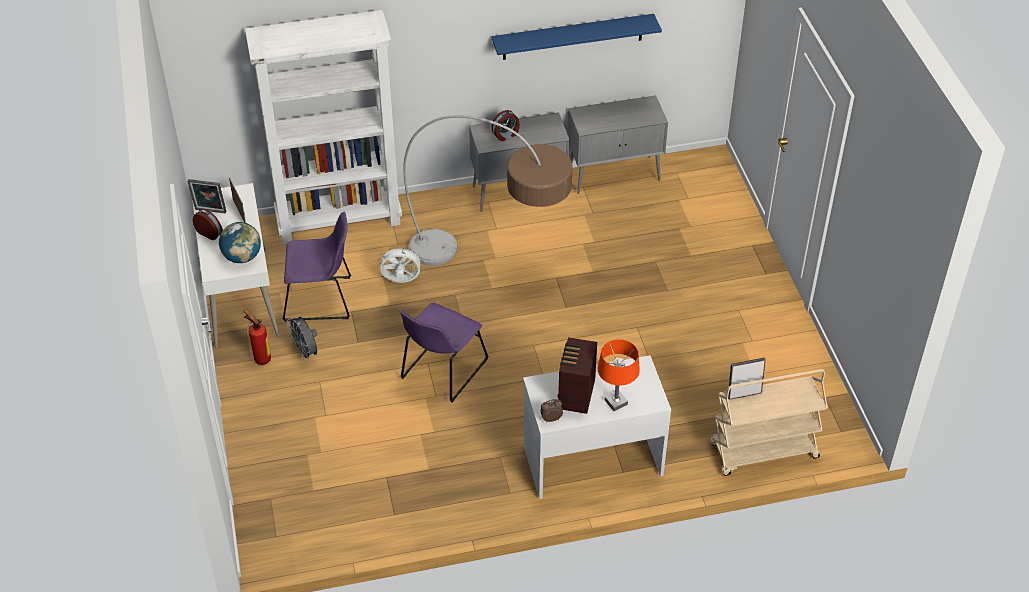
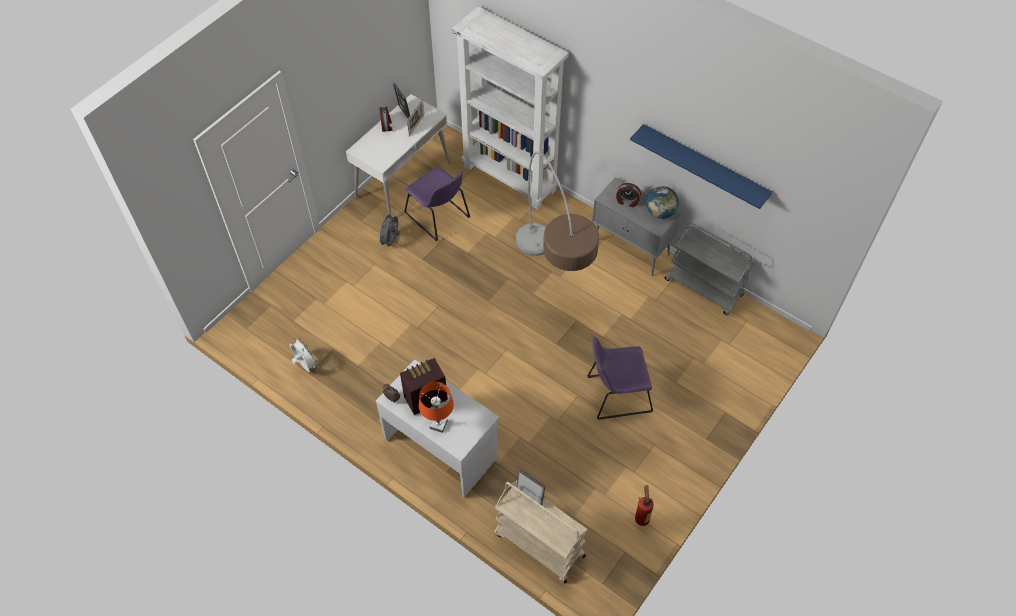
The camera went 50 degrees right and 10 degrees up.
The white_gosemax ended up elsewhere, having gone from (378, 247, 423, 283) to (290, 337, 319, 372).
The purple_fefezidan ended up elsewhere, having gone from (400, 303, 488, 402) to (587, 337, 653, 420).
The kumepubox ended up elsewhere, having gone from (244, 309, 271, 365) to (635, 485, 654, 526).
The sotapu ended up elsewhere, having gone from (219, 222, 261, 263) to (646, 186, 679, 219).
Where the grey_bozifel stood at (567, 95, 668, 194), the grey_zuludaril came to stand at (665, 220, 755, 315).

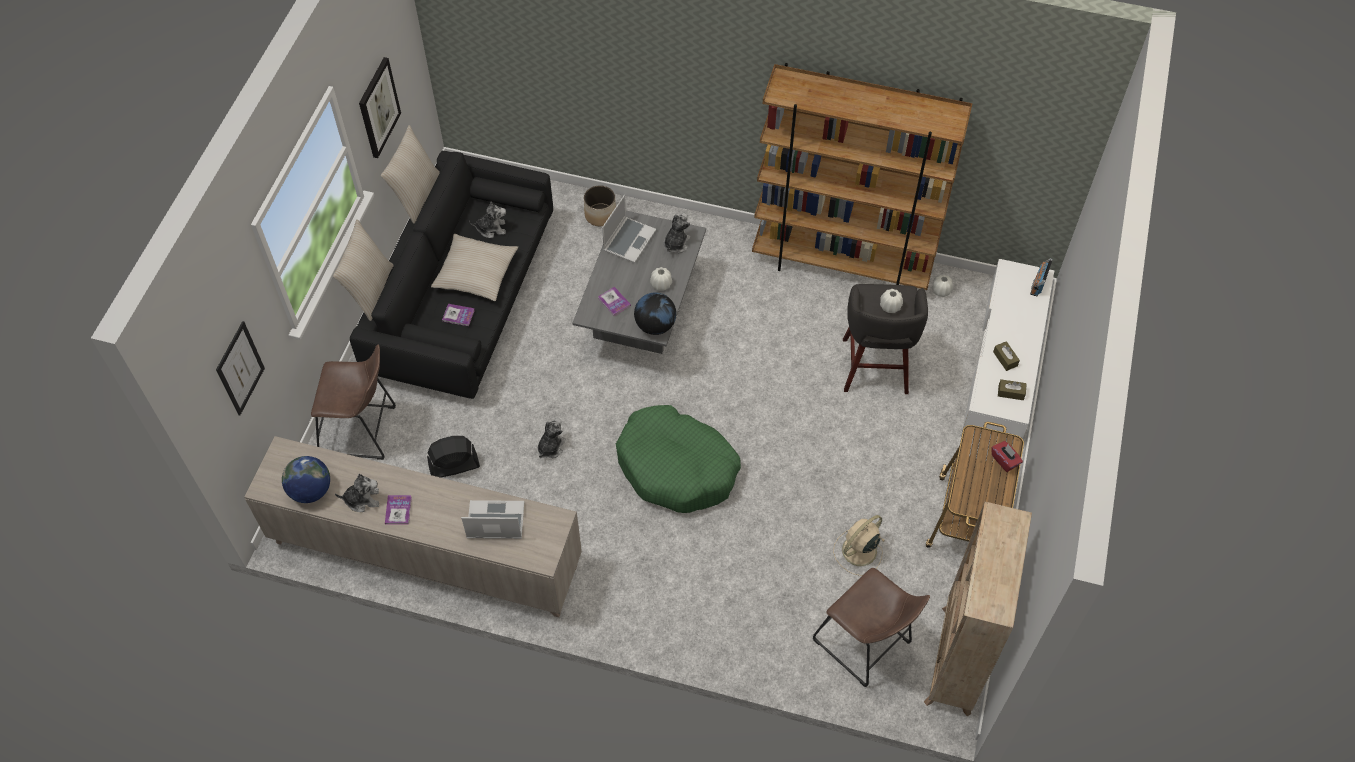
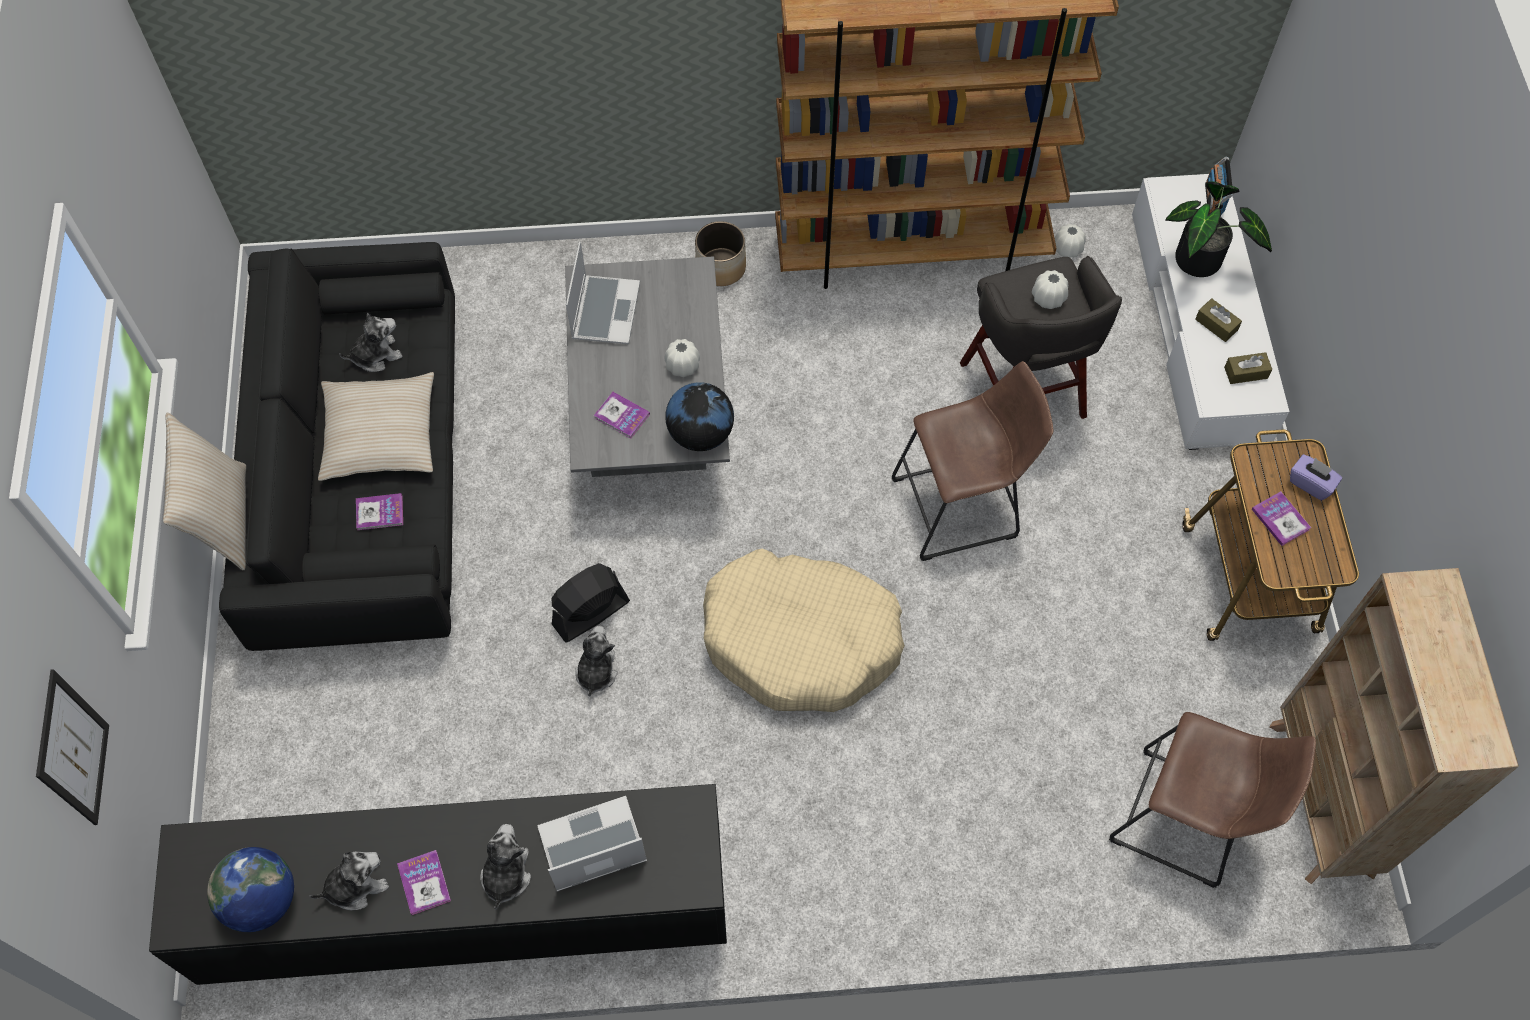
The camera went 20 degrees left and 5 degrees up.
What was the beige_bozifel at (244, 436, 582, 617) turned into the black_bozifel at (149, 784, 727, 985).
The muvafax ended up elsewhere, having gone from (663, 213, 690, 253) to (480, 824, 531, 909).
The black_gosemax ended up elsewhere, having gone from (427, 436, 480, 478) to (552, 563, 630, 643).
The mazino ended up elsewhere, having gone from (584, 185, 616, 226) to (695, 221, 746, 286).
What was the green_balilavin at (616, 405, 741, 513) turned into the beige_balilavin at (703, 549, 905, 712).
The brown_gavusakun ended up elsewhere, having gone from (311, 345, 396, 460) to (892, 361, 1053, 561).
The second view gained the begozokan at (1165, 181, 1272, 277).
The second view gained the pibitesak at (1252, 491, 1311, 546).
What was the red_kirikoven at (992, 441, 1023, 472) turned into the purple_kirikoven at (1290, 454, 1342, 501).
The second view lost the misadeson at (359, 57, 401, 158).
The second view lost the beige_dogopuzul at (381, 125, 440, 224).
The second view lost the beige_gosemax at (833, 515, 885, 576).

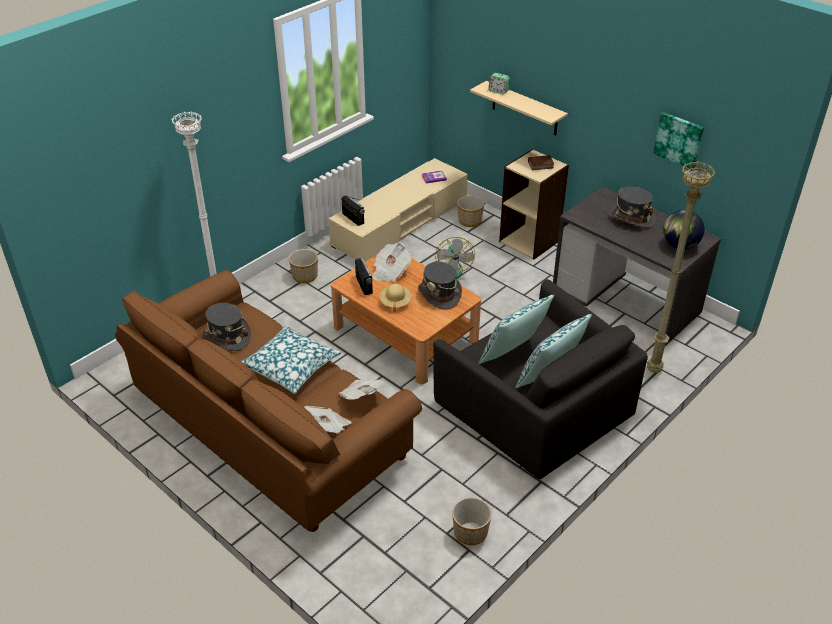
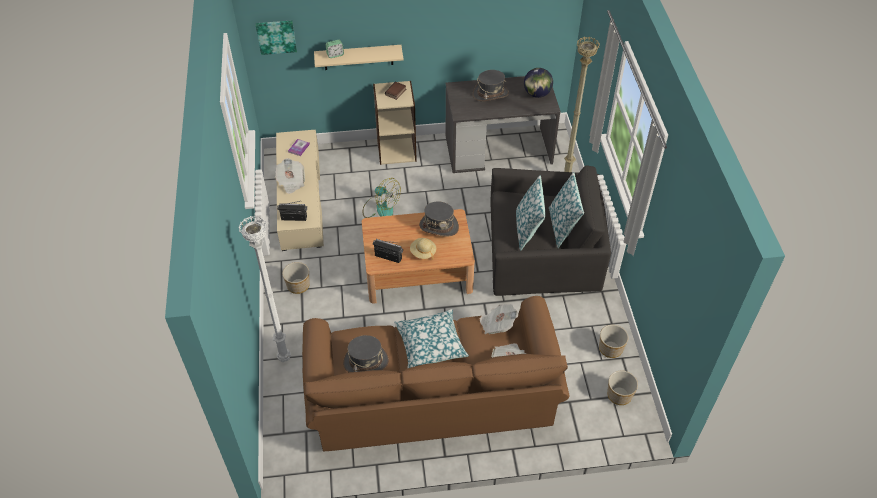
The camera went 50 degrees left and 10 degrees up.
The misadeson ended up elsewhere, having gone from (653, 112, 704, 168) to (256, 21, 297, 55).
The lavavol ended up elsewhere, having gone from (373, 243, 412, 282) to (275, 158, 305, 194).
The mazino ended up elsewhere, having gone from (457, 195, 484, 227) to (607, 371, 638, 405).

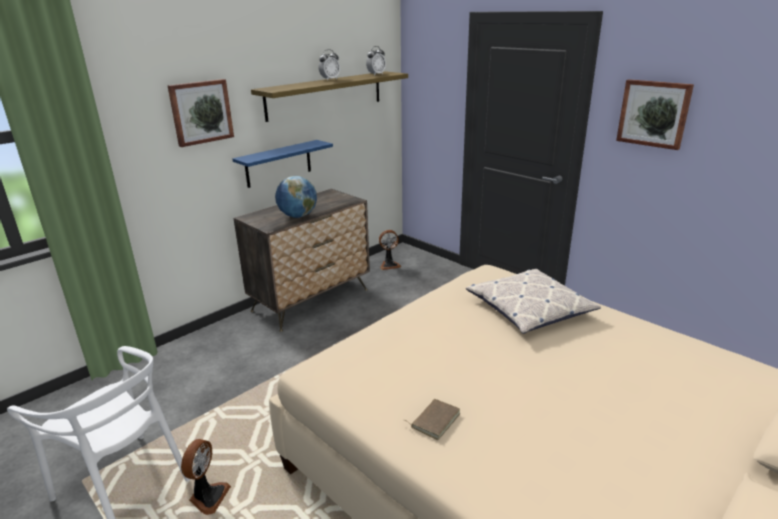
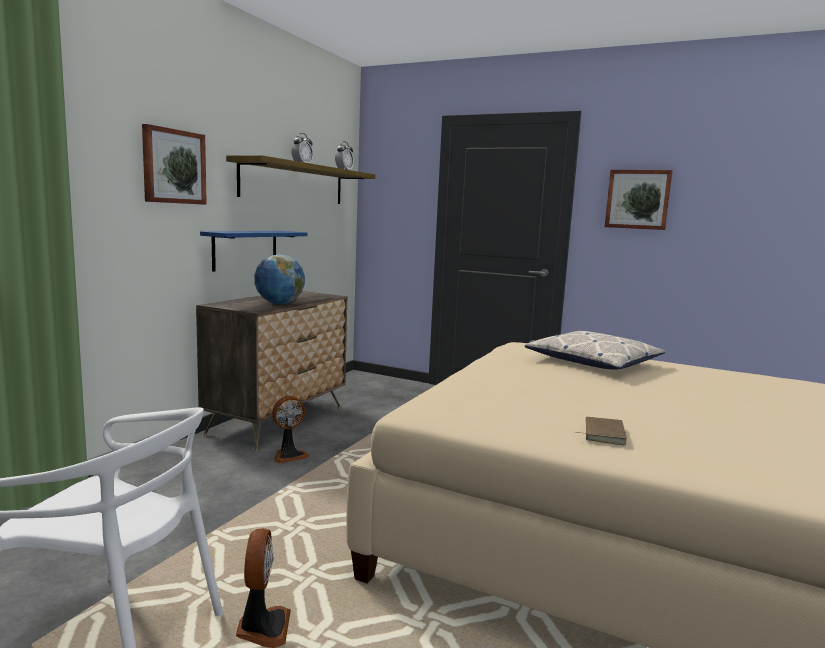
The camera went 20 degrees left and 15 degrees down.
The gosemax ended up elsewhere, having gone from (379, 230, 401, 270) to (272, 396, 309, 464).

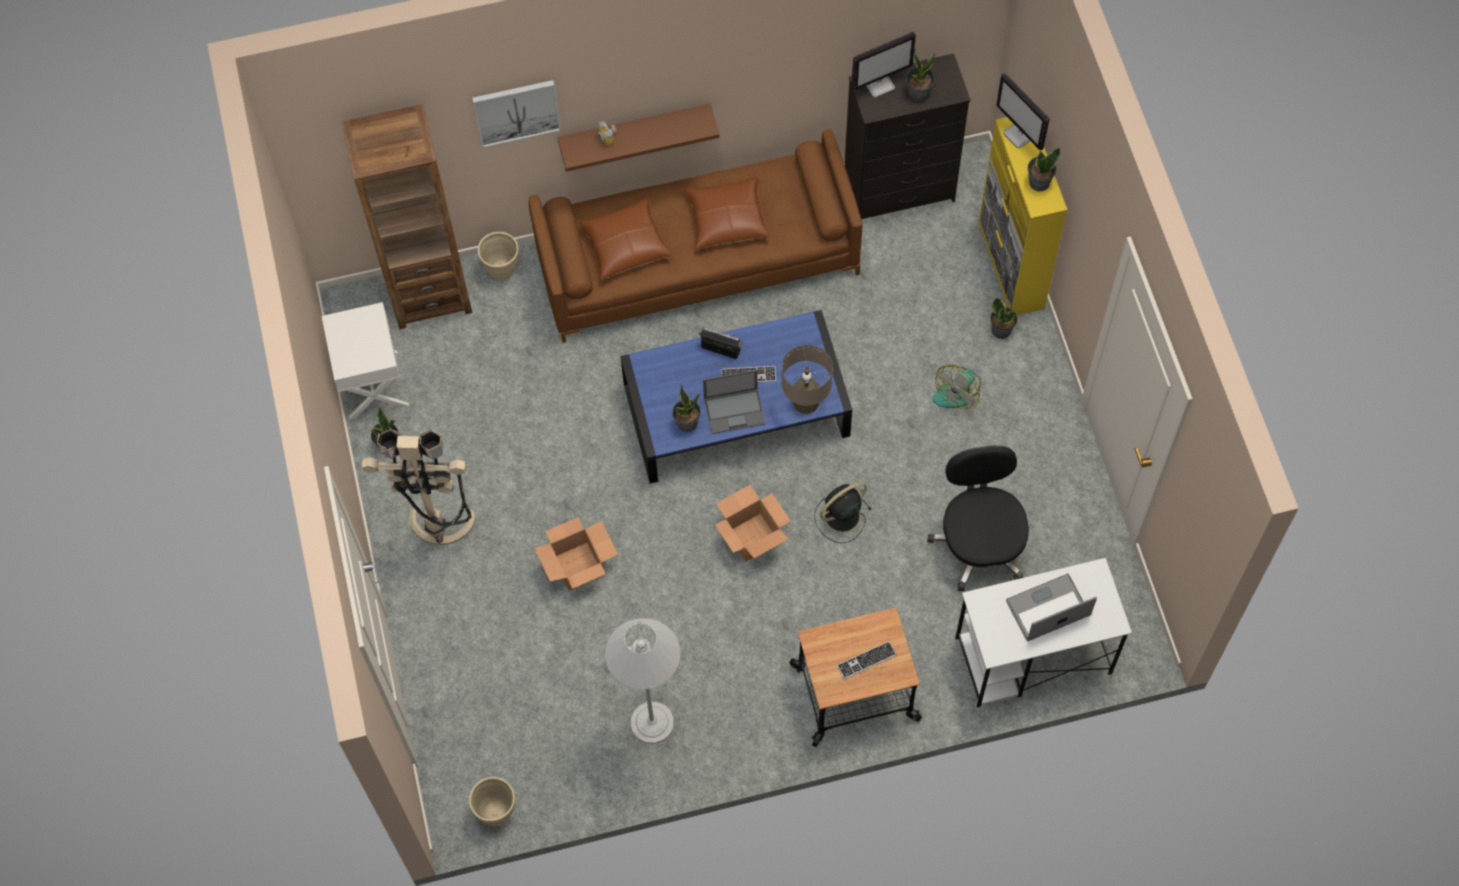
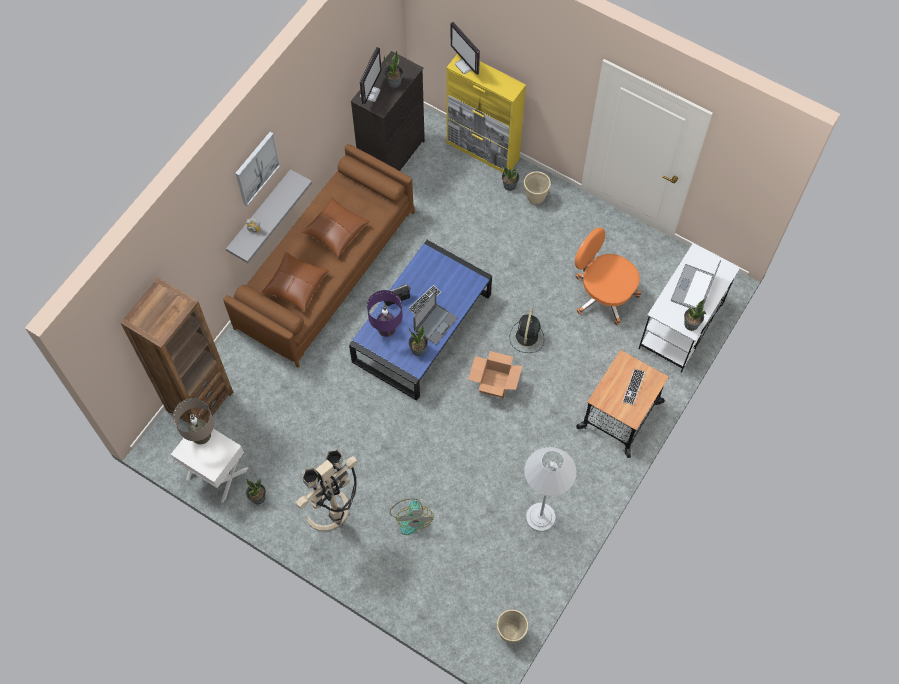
The camera went 45 degrees left and 0 degrees up.
The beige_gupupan ended up elsewhere, having gone from (781, 345, 833, 414) to (173, 398, 214, 444).
What was the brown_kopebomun at (557, 103, 720, 172) turned into the grey_kopebomun at (226, 169, 312, 263).
The misadeson ended up elsewhere, having gone from (472, 80, 561, 148) to (235, 132, 281, 206).
The second view gained the purple_gupupan at (367, 290, 403, 337).
The gosemax ended up elsewhere, having gone from (933, 365, 981, 409) to (390, 498, 434, 535).
The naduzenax at (996, 73, 1050, 150) ended up facing another way, 45 degrees clockwise from before.
The beige_mazino ended up elsewhere, having gone from (478, 232, 519, 281) to (524, 171, 551, 204).
What was the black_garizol at (927, 445, 1029, 591) turned into the orange_garizol at (575, 227, 641, 325).
The begozokan ended up elsewhere, having gone from (1027, 148, 1060, 191) to (684, 299, 706, 331).
The second view lost the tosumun at (534, 517, 618, 591).

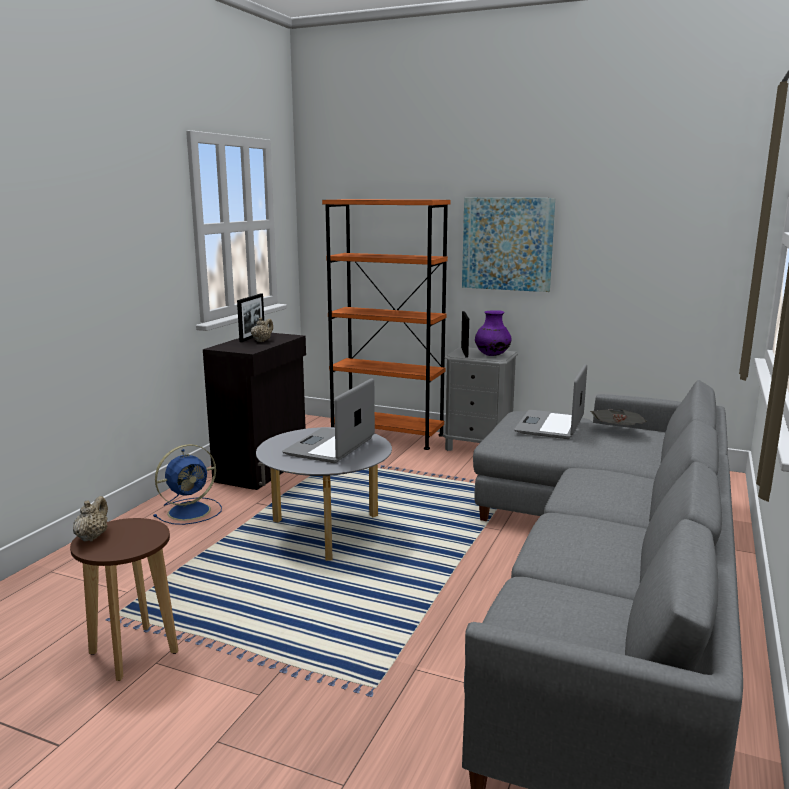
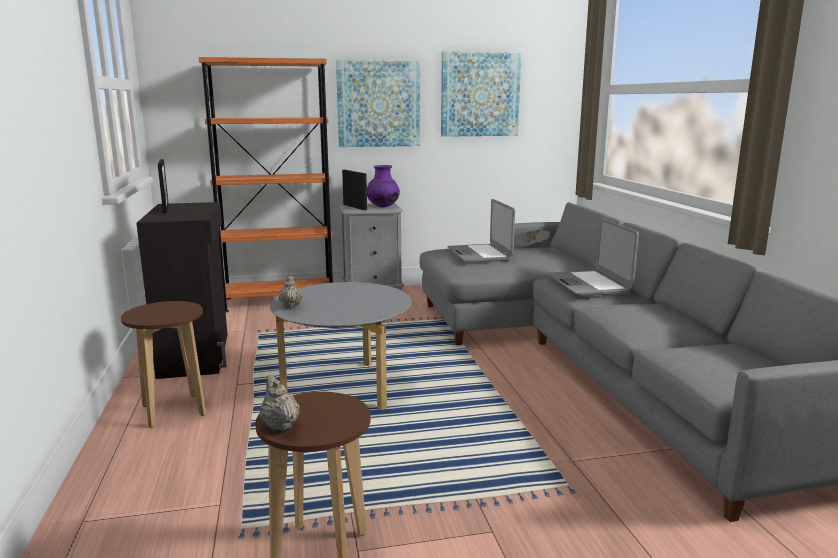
The camera went 35 degrees left and 0 degrees up.
Where the blue_gosemax stood at (153, 444, 222, 525), the brown_gavusakun came to stand at (121, 301, 206, 427).
The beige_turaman ended up elsewhere, having gone from (251, 318, 273, 342) to (279, 276, 303, 308).
The second view gained the misadeson at (441, 52, 521, 137).
The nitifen ended up elsewhere, having gone from (282, 378, 375, 463) to (547, 218, 639, 296).

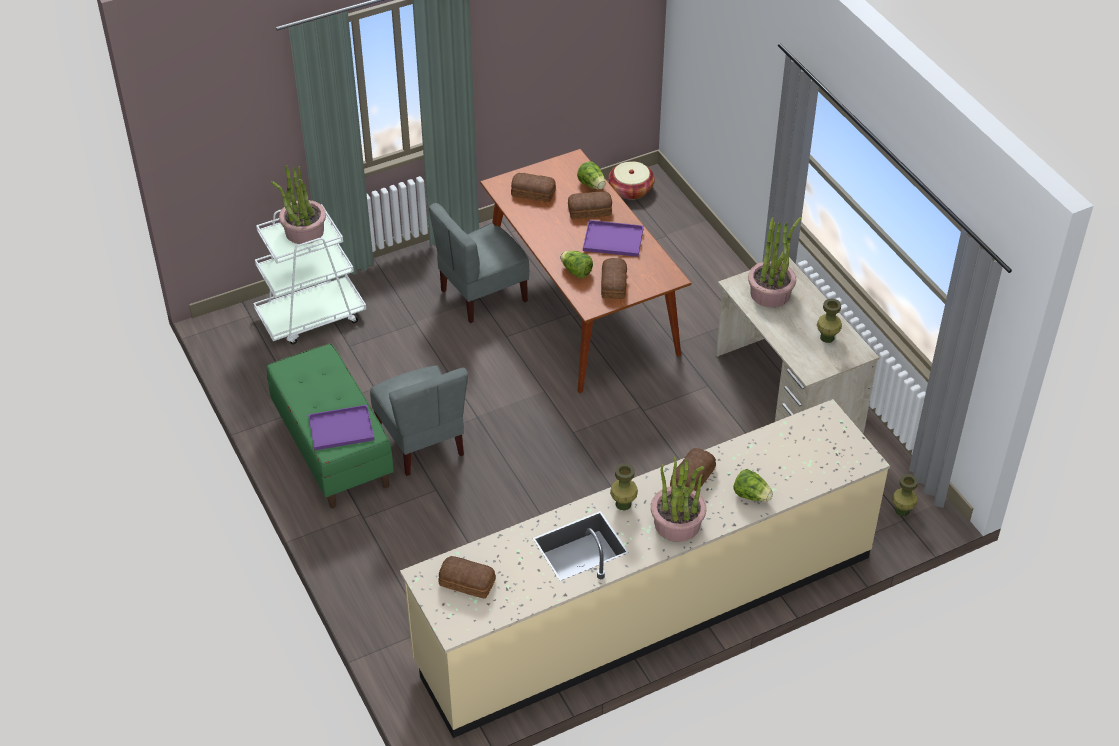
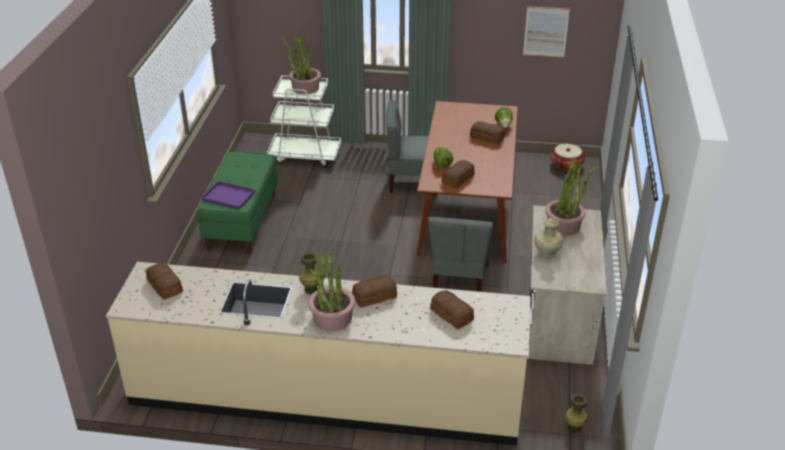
The camera went 35 degrees right and 10 degrees down.
The grey_fefezidan ended up elsewhere, having gone from (370, 365, 468, 476) to (428, 217, 493, 292).
The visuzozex ended up elsewhere, having gone from (511, 173, 556, 203) to (430, 290, 474, 329).
The second view gained the misadeson at (523, 6, 570, 58).
The second view gained the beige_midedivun at (534, 218, 564, 257).
The second view lost the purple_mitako at (583, 220, 644, 257).
The second view lost the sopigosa at (733, 469, 773, 501).
The second view lost the green_midedivun at (817, 299, 842, 343).

